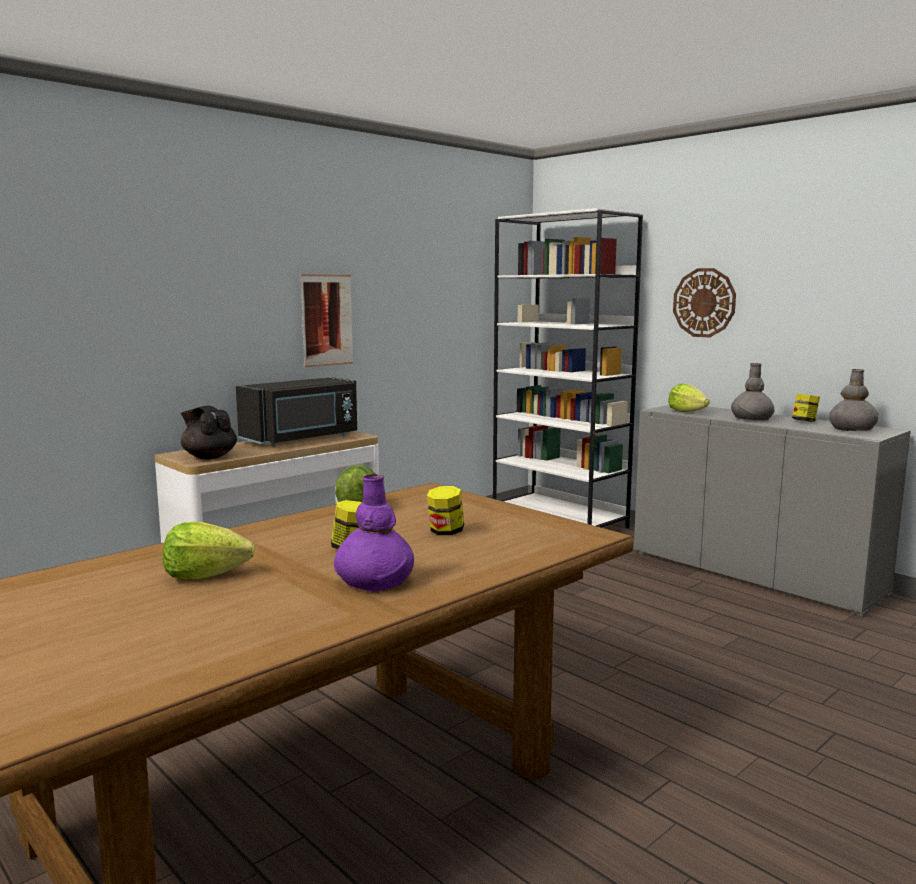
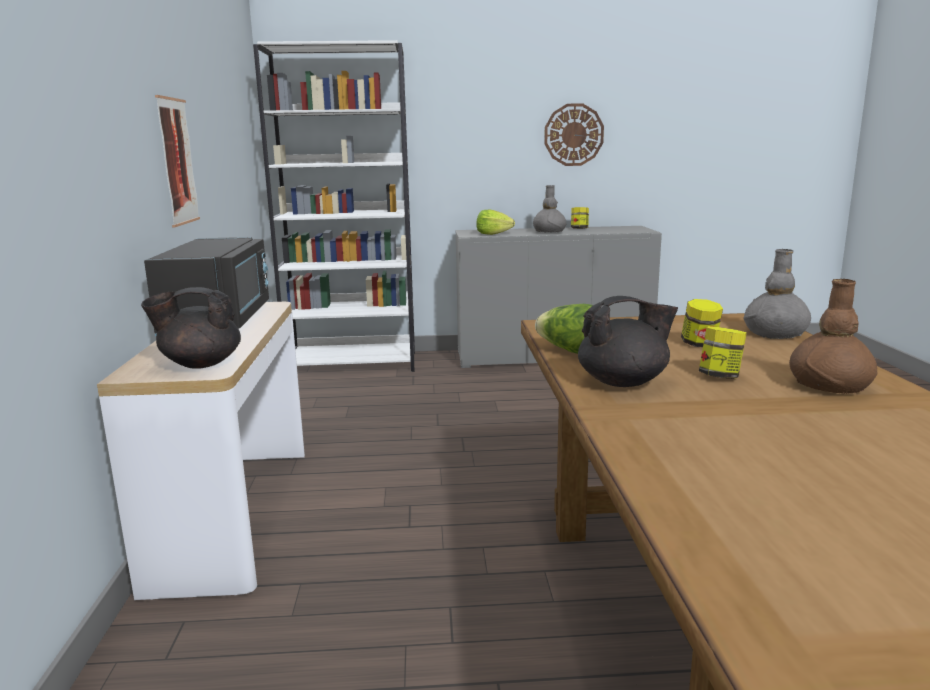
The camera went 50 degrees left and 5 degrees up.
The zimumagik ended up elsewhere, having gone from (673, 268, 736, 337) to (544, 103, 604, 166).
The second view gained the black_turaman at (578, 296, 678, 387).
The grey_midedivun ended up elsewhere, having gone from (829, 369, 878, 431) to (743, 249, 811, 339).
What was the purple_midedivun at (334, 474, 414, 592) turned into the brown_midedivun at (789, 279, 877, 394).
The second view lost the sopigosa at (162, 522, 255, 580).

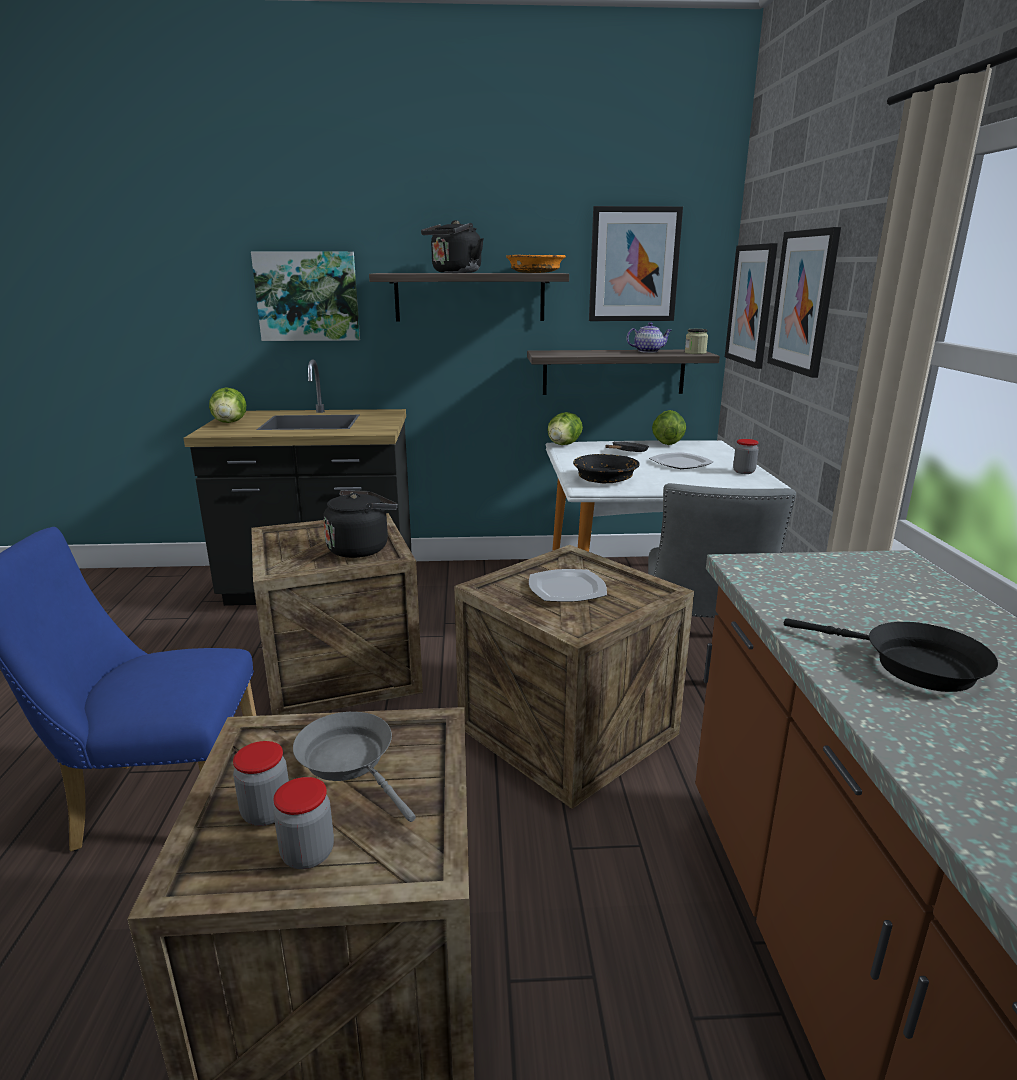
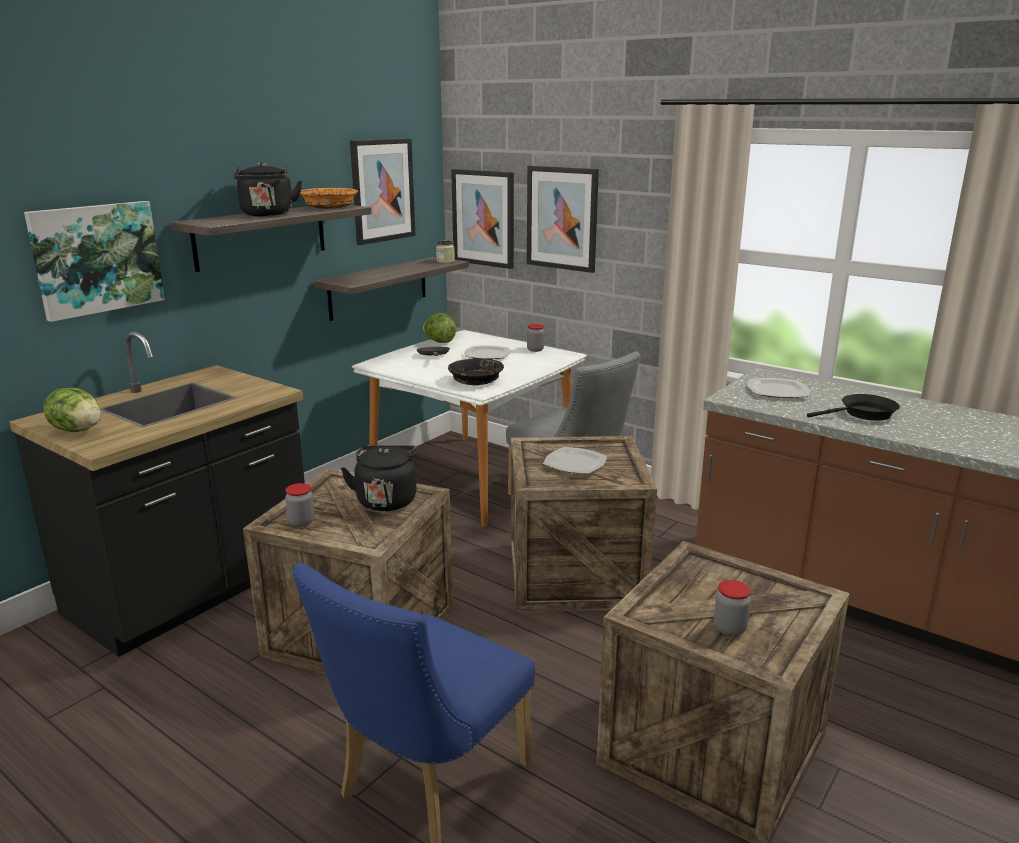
The camera went 50 degrees left and 0 degrees up.
The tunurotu ended up elsewhere, having gone from (273, 777, 334, 869) to (285, 483, 314, 527).
The second view gained the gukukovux at (747, 378, 810, 398).
The second view lost the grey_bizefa at (293, 712, 416, 822).
The second view lost the sopigosa at (547, 412, 583, 445).
The second view lost the turaman at (626, 322, 672, 353).

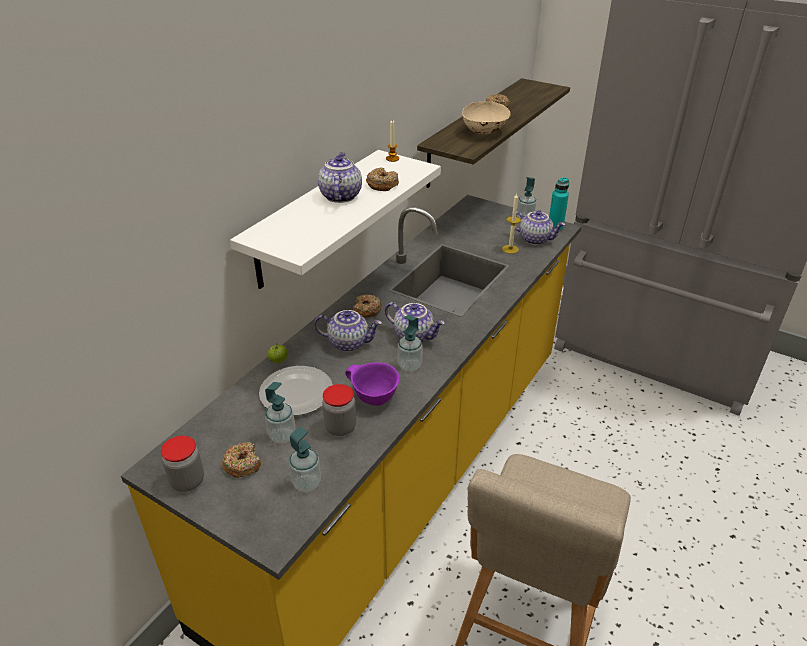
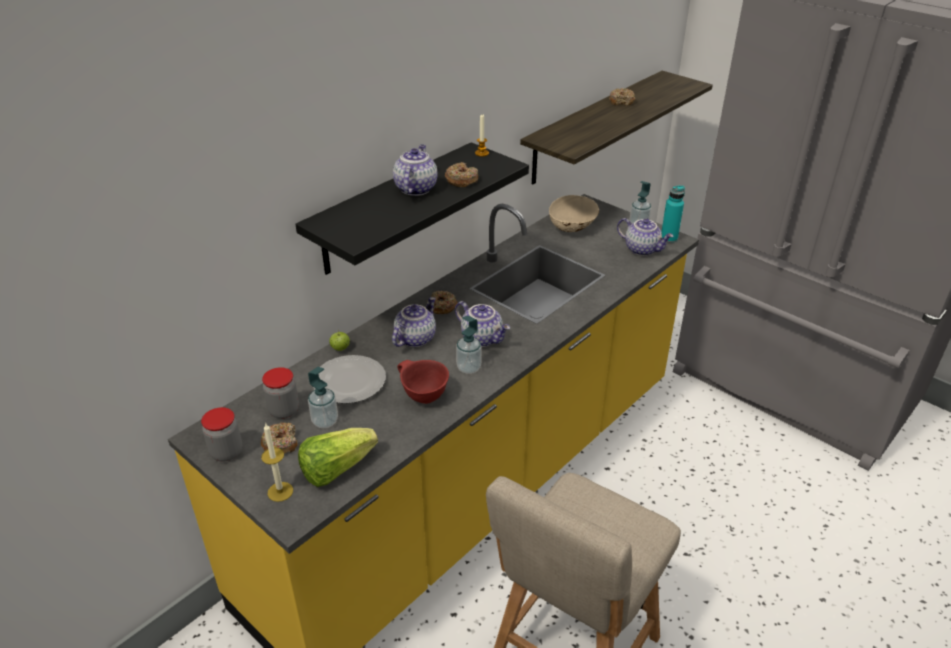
The camera went 10 degrees right and 0 degrees up.
The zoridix ended up elsewhere, having gone from (502, 193, 521, 254) to (261, 424, 293, 502).
The tunurotu ended up elsewhere, having gone from (322, 384, 356, 436) to (262, 367, 299, 419).
What was the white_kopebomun at (230, 150, 441, 289) turned into the black_kopebomun at (295, 142, 529, 275).
Where the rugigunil stood at (289, 426, 321, 492), the sopigosa came to stand at (298, 428, 378, 487).
The turaman at (314, 310, 382, 352) ended up facing another way, 75 degrees counterclockwise from before.
What was the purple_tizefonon at (345, 362, 399, 406) turned into the red_tizefonon at (397, 360, 449, 404).
The beige_tizefonon ended up elsewhere, having gone from (462, 101, 511, 134) to (549, 195, 599, 232).

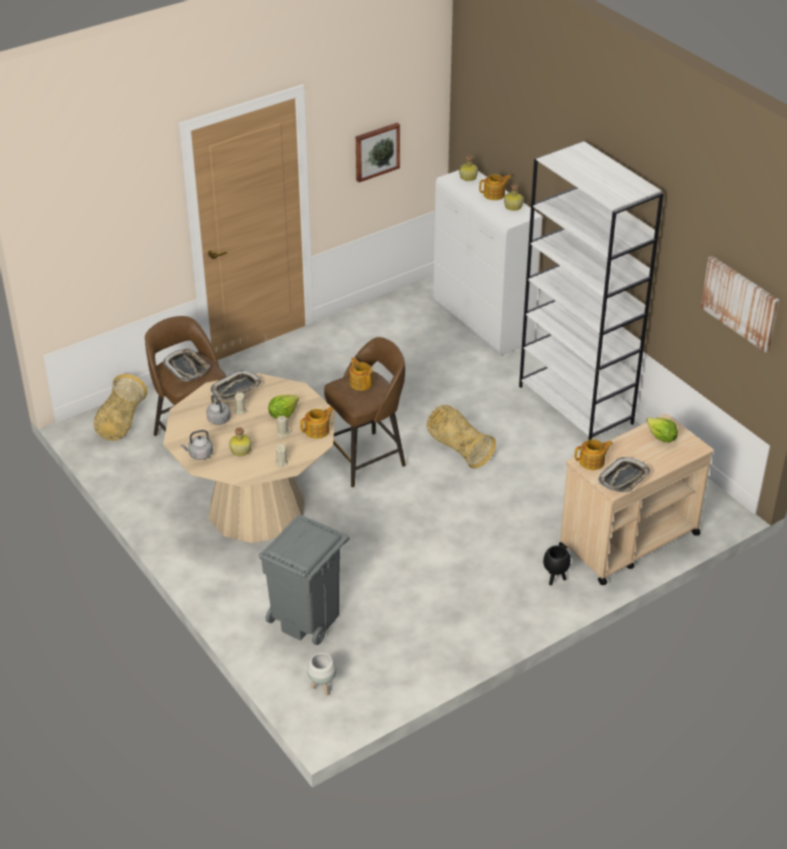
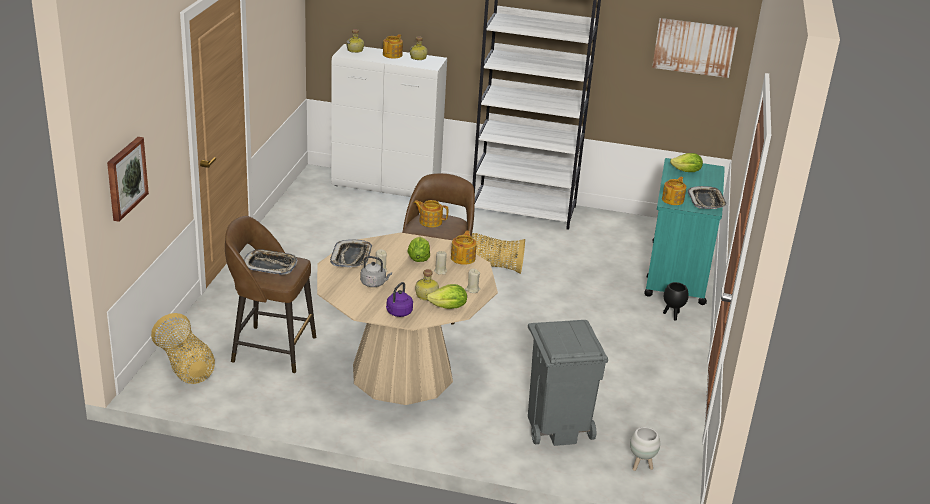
The camera went 45 degrees left and 10 degrees down.
The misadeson ended up elsewhere, having gone from (356, 123, 400, 182) to (107, 137, 149, 222).
What was the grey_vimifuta at (180, 430, 213, 460) turned into the purple_vimifuta at (386, 282, 413, 317).
The second view gained the sopigosa at (426, 284, 467, 309).
What was the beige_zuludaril at (559, 414, 714, 585) turned into the turquoise_zuludaril at (644, 158, 725, 305).

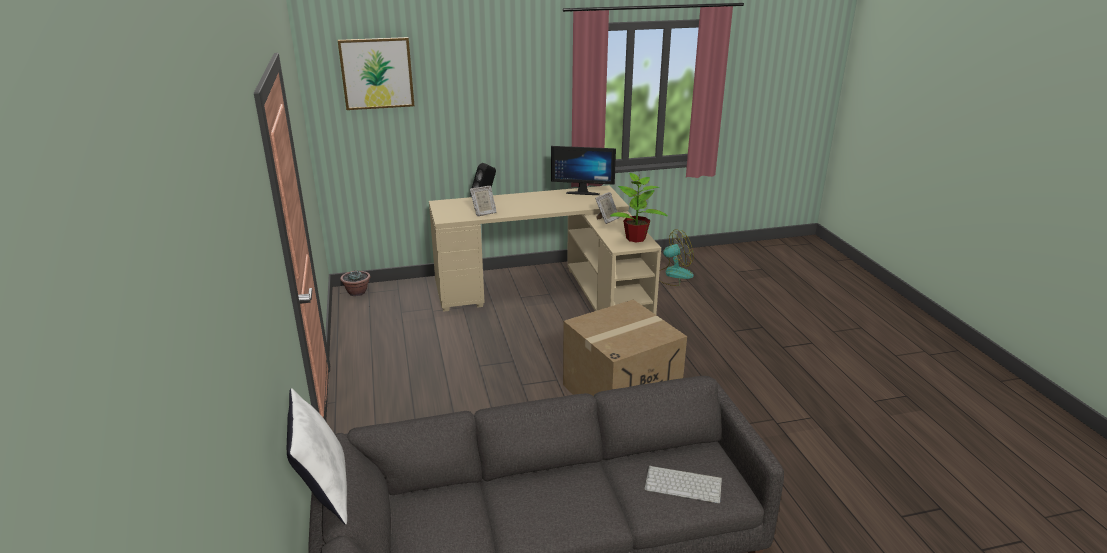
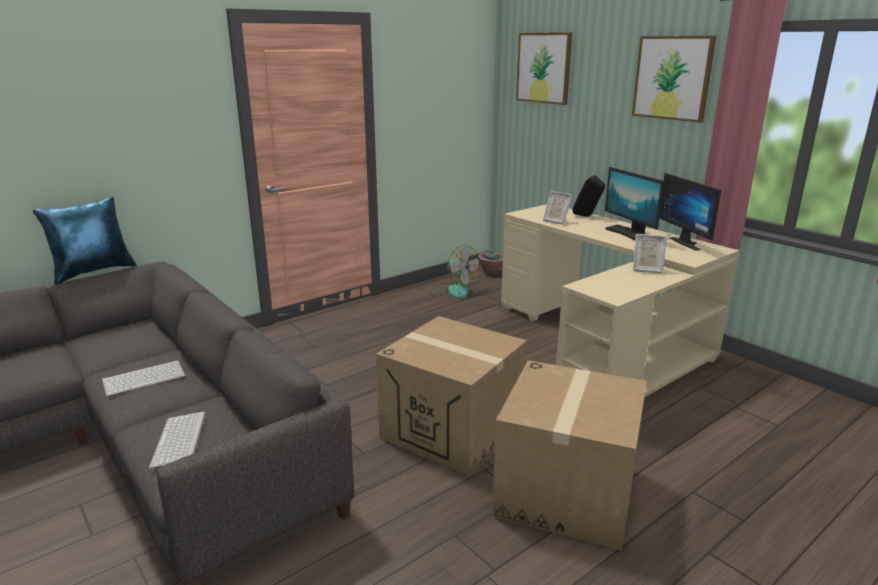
The camera went 65 degrees right and 5 degrees down.
What was the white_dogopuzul at (287, 388, 347, 525) turned into the blue_dogopuzul at (33, 197, 137, 285).
The second view gained the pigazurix at (102, 360, 185, 396).
The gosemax ended up elsewhere, having gone from (659, 229, 694, 286) to (430, 245, 480, 298).
The second view gained the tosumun at (492, 360, 647, 550).
The second view gained the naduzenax at (605, 167, 664, 241).
The second view gained the misadeson at (632, 36, 716, 123).
The second view lost the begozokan at (610, 173, 667, 243).

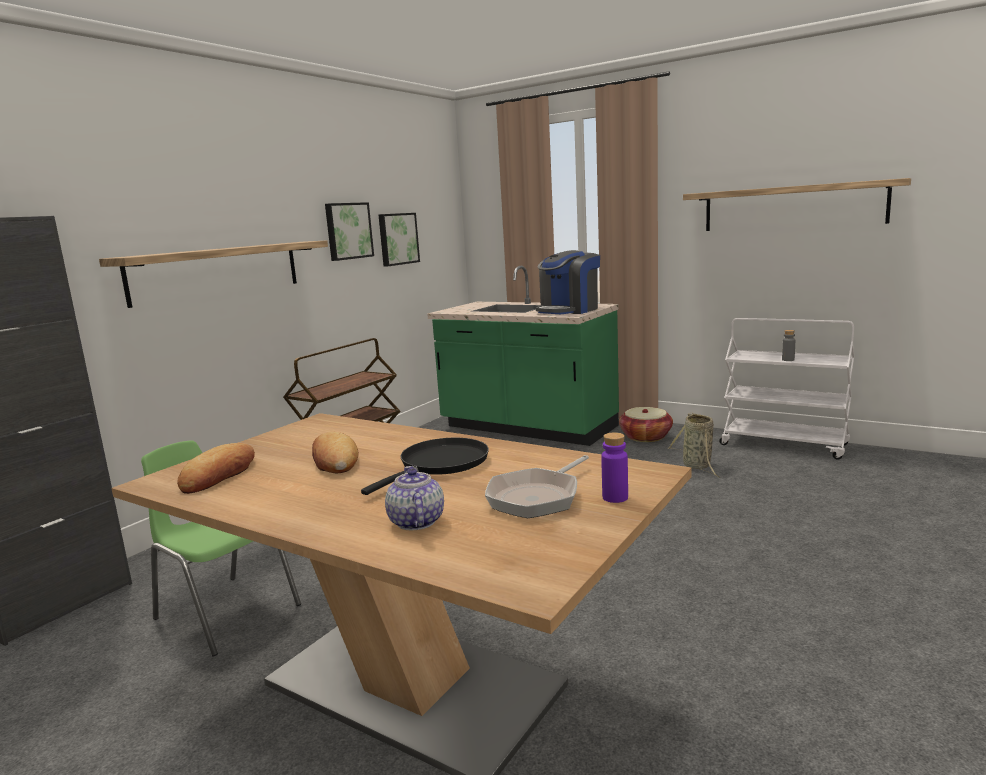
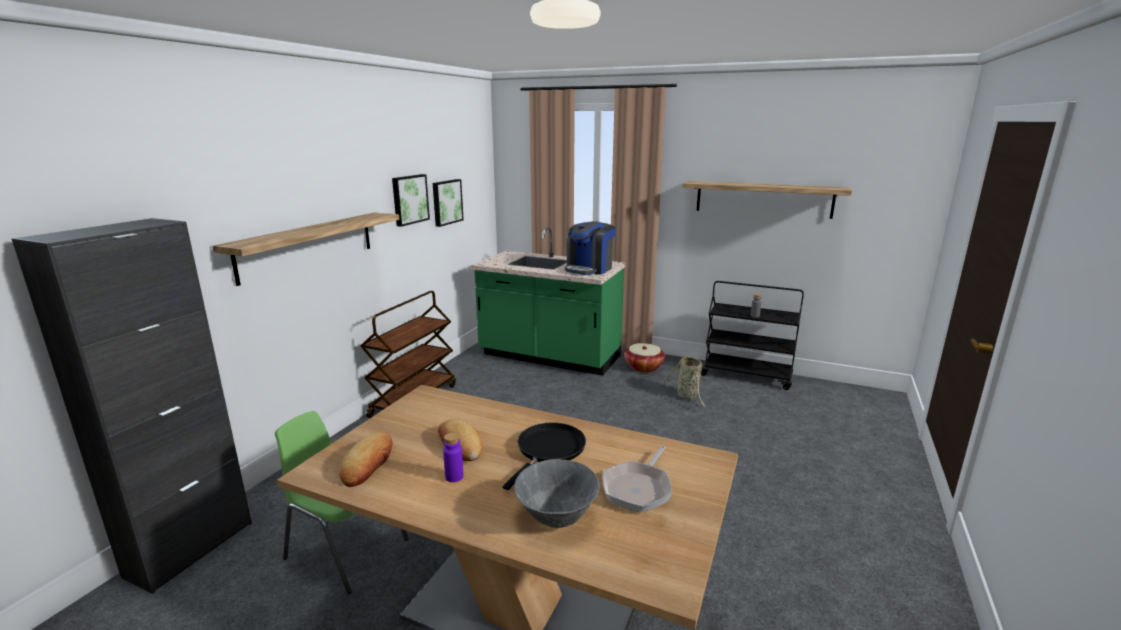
The camera went 10 degrees left and 5 degrees up.
The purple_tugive ended up elsewhere, having gone from (601, 432, 628, 503) to (443, 433, 463, 482).
Where the turaman stood at (385, 466, 444, 531), the grey_tizefonon came to stand at (514, 459, 600, 528).
What was the white_zuludaril at (719, 318, 854, 460) turned into the black_zuludaril at (701, 281, 804, 390).

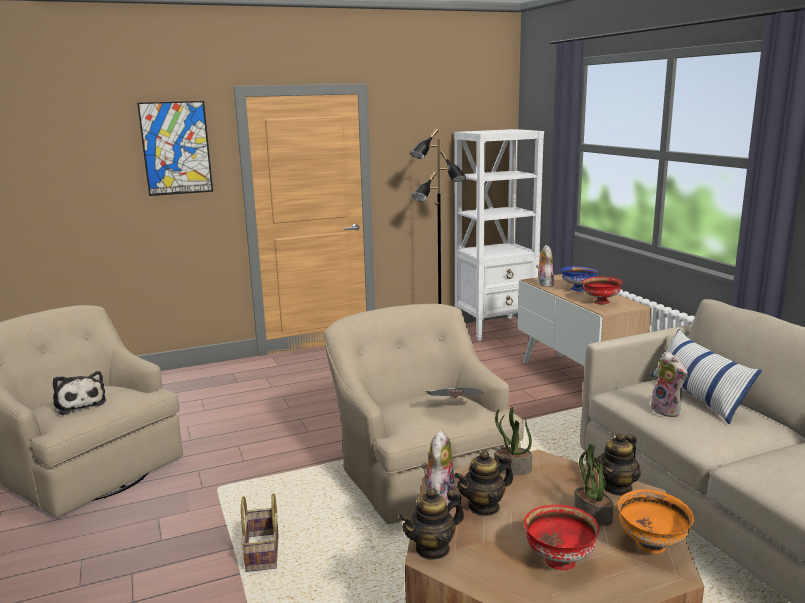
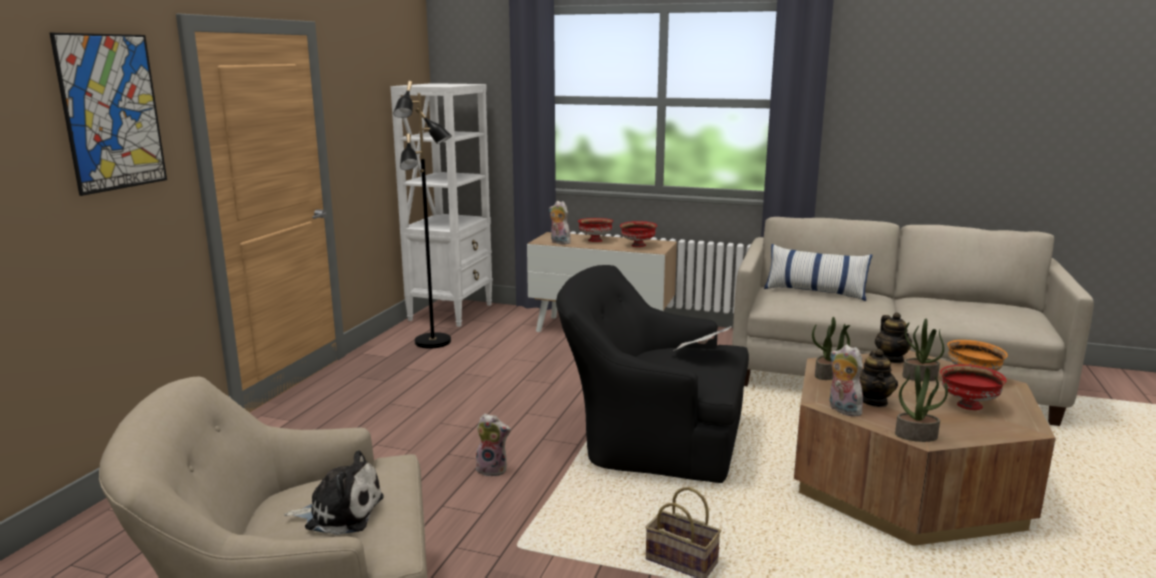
The camera went 50 degrees left and 0 degrees up.
The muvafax ended up elsewhere, having gone from (651, 352, 688, 417) to (476, 413, 511, 477).
What was the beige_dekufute at (323, 304, 524, 524) turned into the black_dekufute at (556, 265, 749, 483).
What was the blue_tizefonon at (561, 266, 598, 291) turned into the red_tizefonon at (578, 218, 613, 242).
Where the turaman stood at (399, 488, 464, 560), the begozokan came to stand at (895, 366, 948, 442).

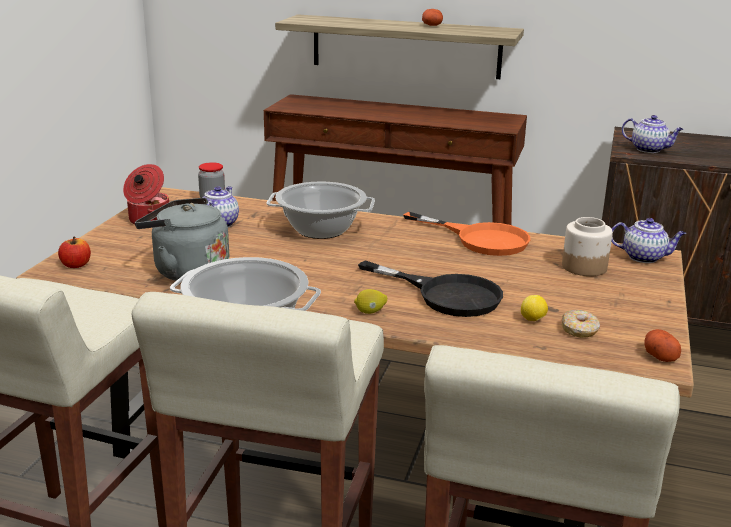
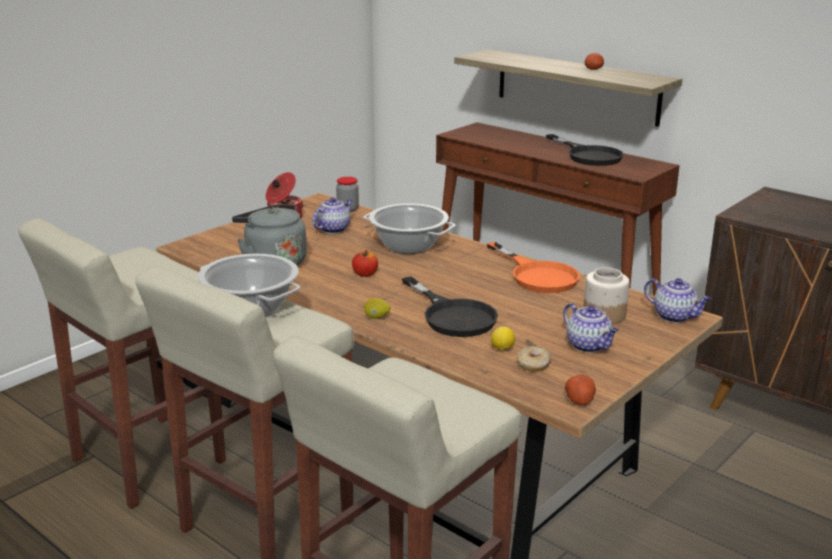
The camera went 25 degrees right and 0 degrees up.
The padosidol ended up elsewhere, having gone from (58, 237, 91, 268) to (352, 250, 378, 277).
The second view gained the black_bizefa at (546, 134, 624, 166).
The turaman ended up elsewhere, having gone from (622, 115, 684, 153) to (563, 303, 619, 353).

